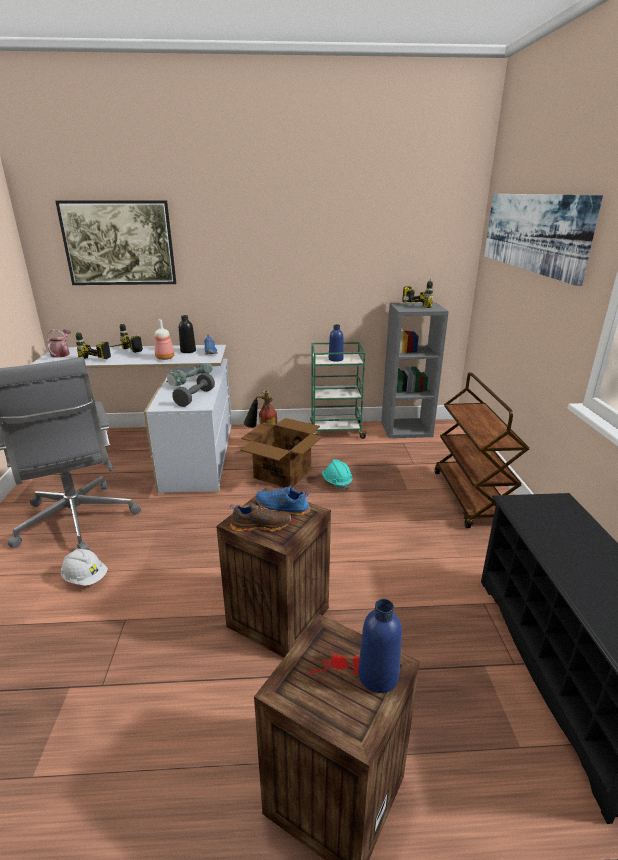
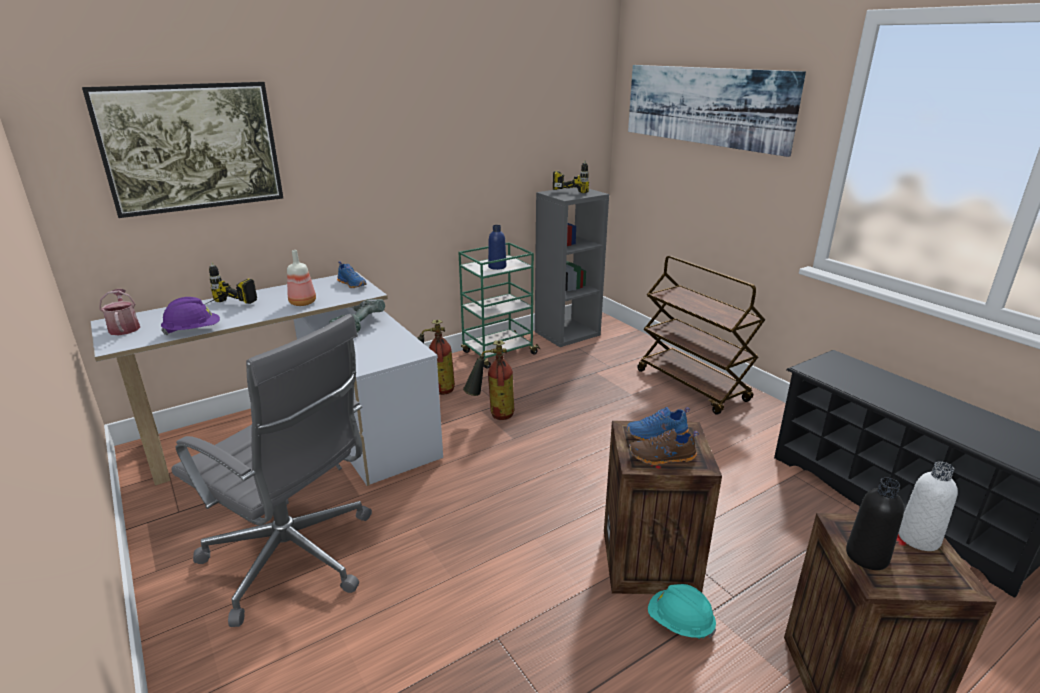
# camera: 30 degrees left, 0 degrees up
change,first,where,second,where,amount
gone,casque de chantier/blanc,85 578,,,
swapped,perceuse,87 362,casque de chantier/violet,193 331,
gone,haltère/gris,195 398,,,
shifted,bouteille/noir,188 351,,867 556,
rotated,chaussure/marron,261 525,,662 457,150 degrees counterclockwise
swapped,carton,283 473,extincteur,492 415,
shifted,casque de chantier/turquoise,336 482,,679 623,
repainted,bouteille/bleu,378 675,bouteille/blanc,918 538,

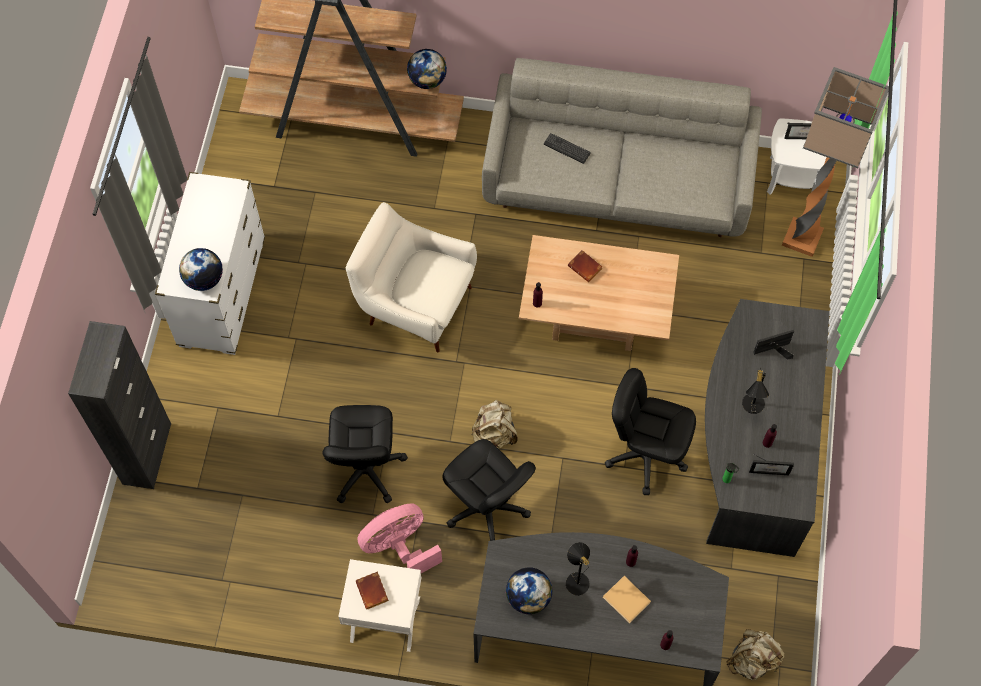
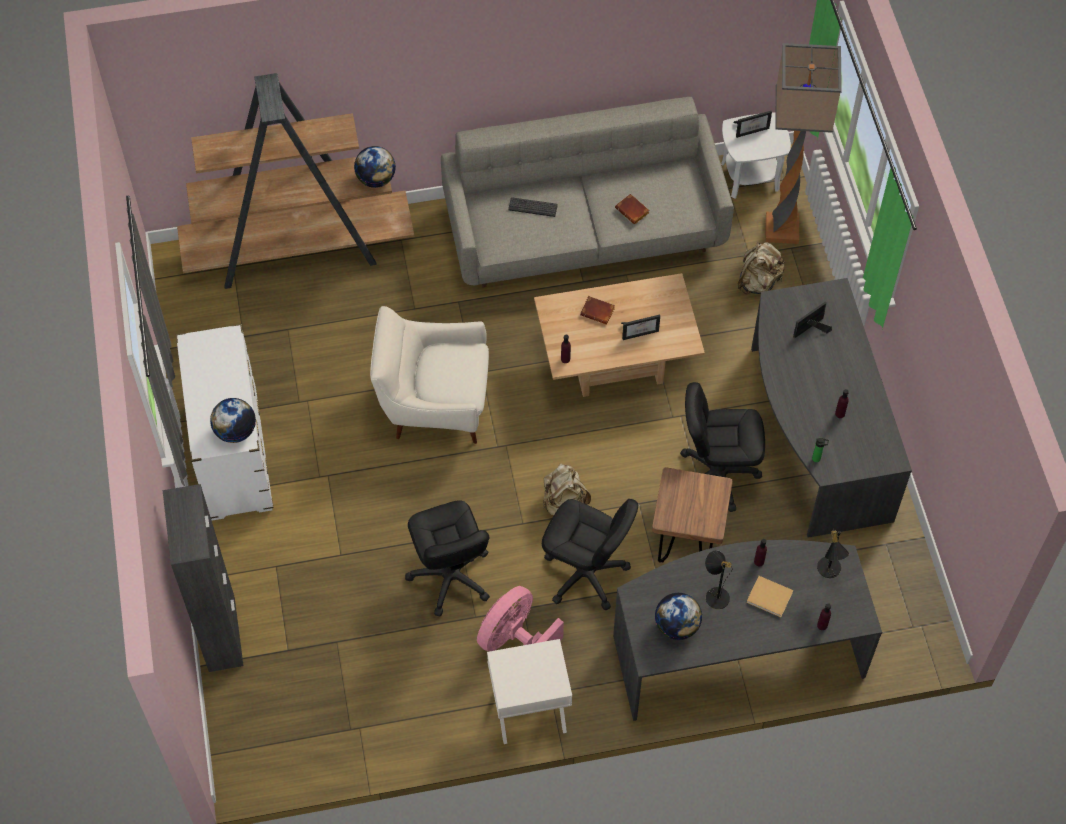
# camera: 20 degrees left, 5 degrees down
change,first,where,second,where,amount
shifted,livre/marron,373 592,,633 211,
shifted,sac à dos/beige,752 660,,758 282,
shifted,lampe de table/noir,751 407,,829 572,
shifted,cadre photo,769 469,,640 331,
new,,,tabouret/marron,686 546,

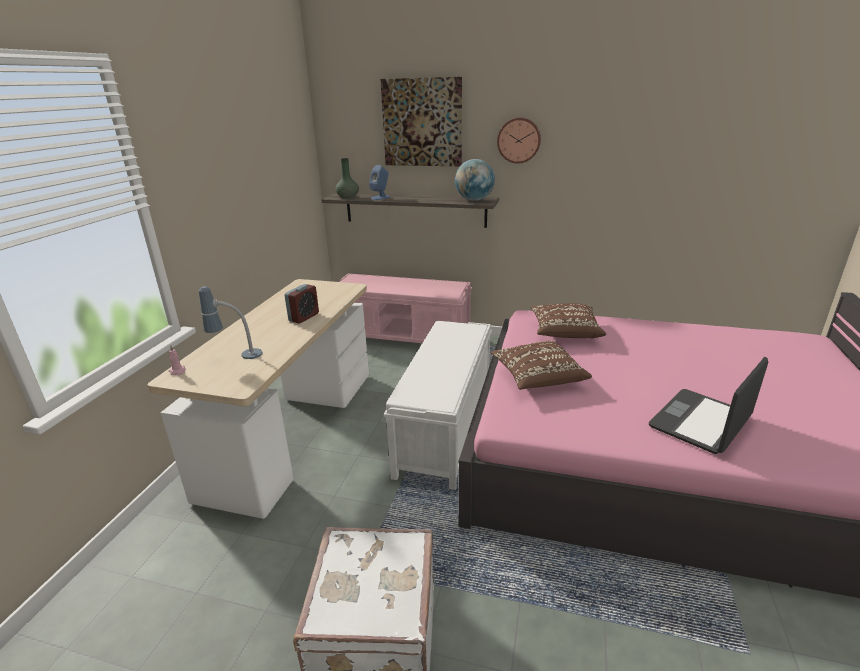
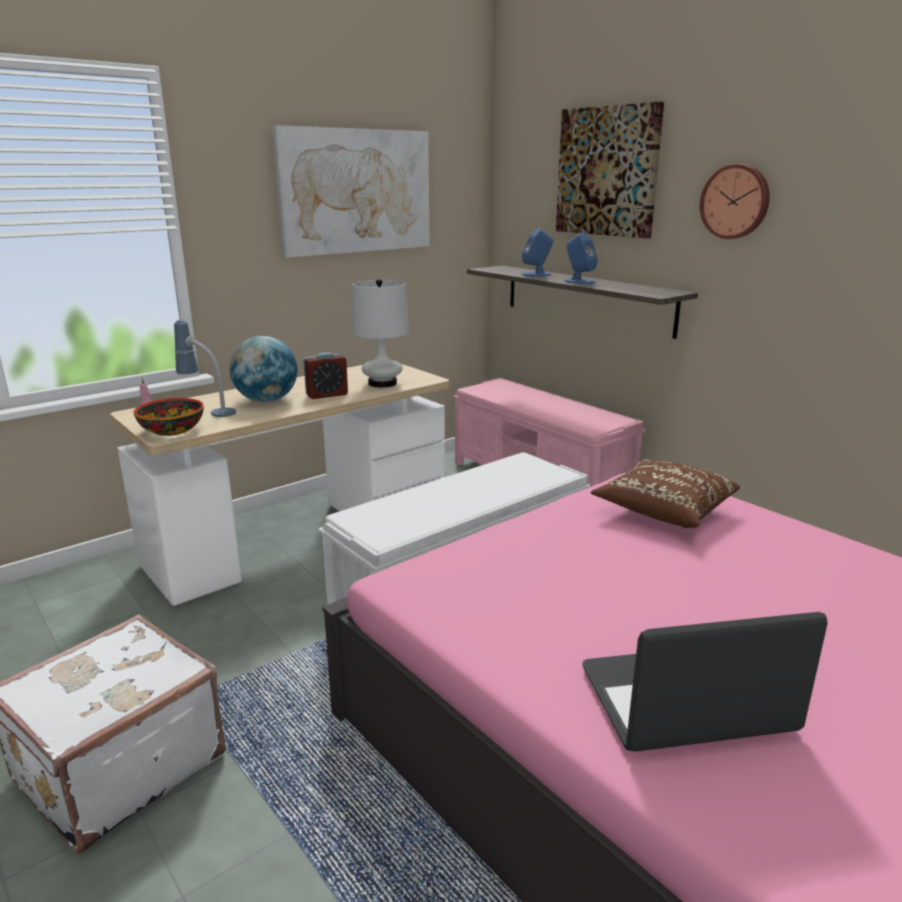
# camera: 35 degrees right, 5 degrees down
change,first,where,second,where,amount
gone,vase/vert,348 197,,,
shifted,globe,474 200,,266 400,
gone,coussin/marron,537 377,,,
new,,,bol,173 430,
new,,,tableau,356 191,
new,,,lampe de table/blanc,382 383,
new,,,enceinte/bleu,579 282,

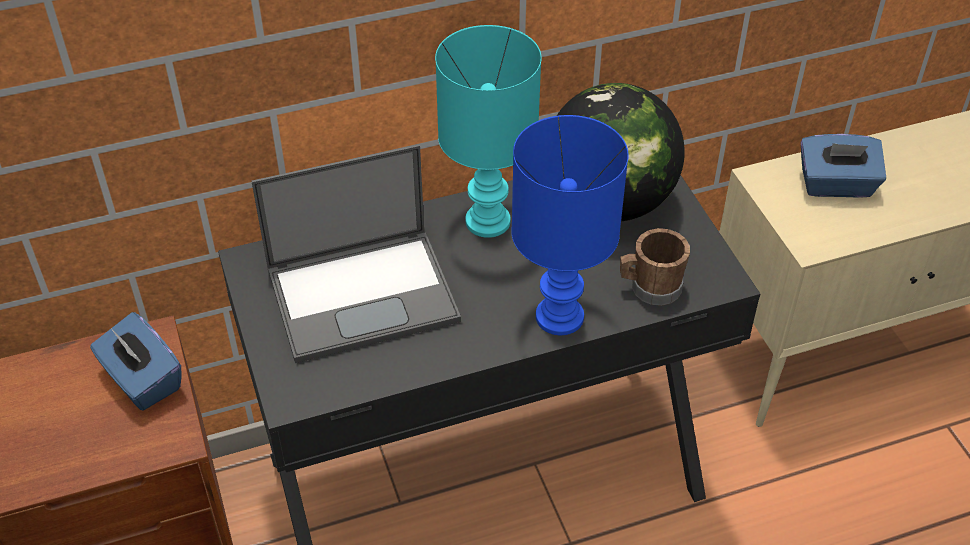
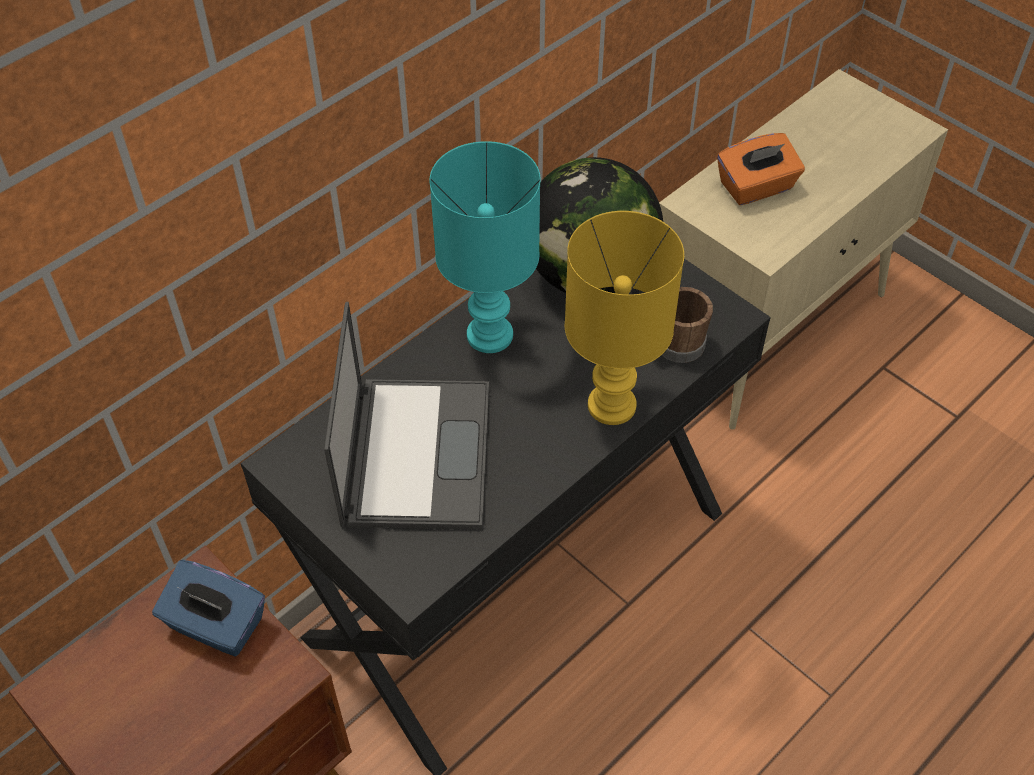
# camera: 25 degrees left, 5 degrees up
change,first,where,second,where,amount
rotated,ordinateur portable,364 293,,416 451,45 degrees counterclockwise
repainted,lampe de table/bleu,559 318,lampe de table/jaune,612 407,
repainted,boîte à mouchoirs/bleu,836 185,boîte à mouchoirs/orange,756 187,

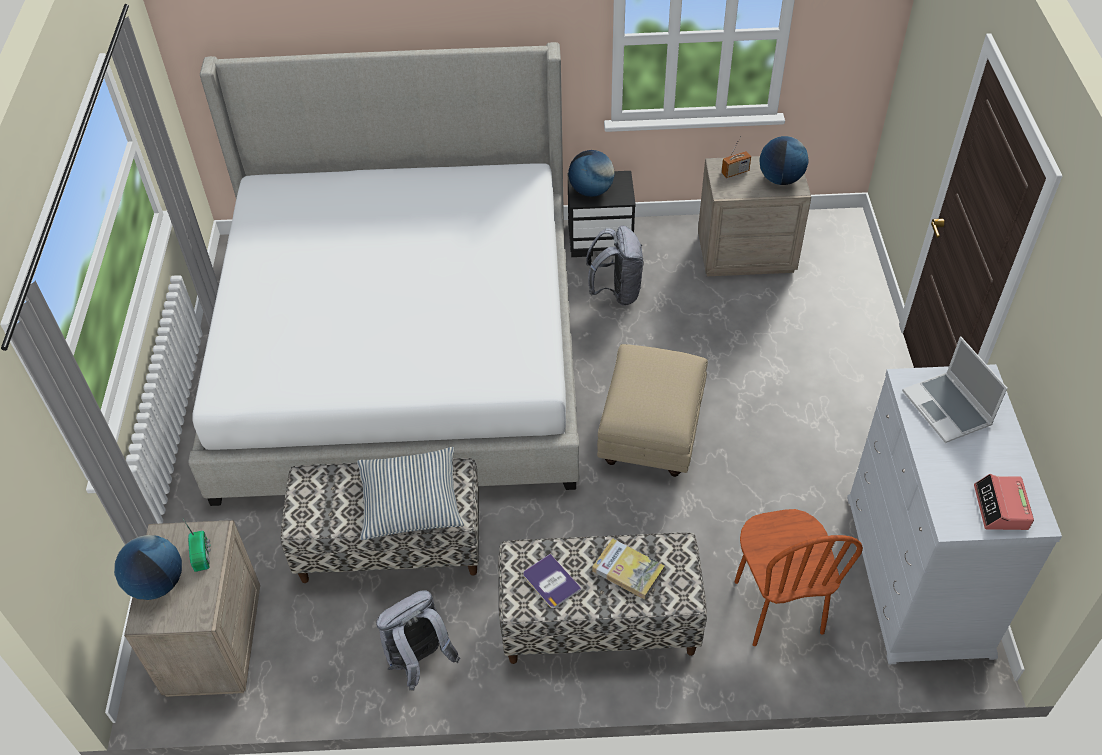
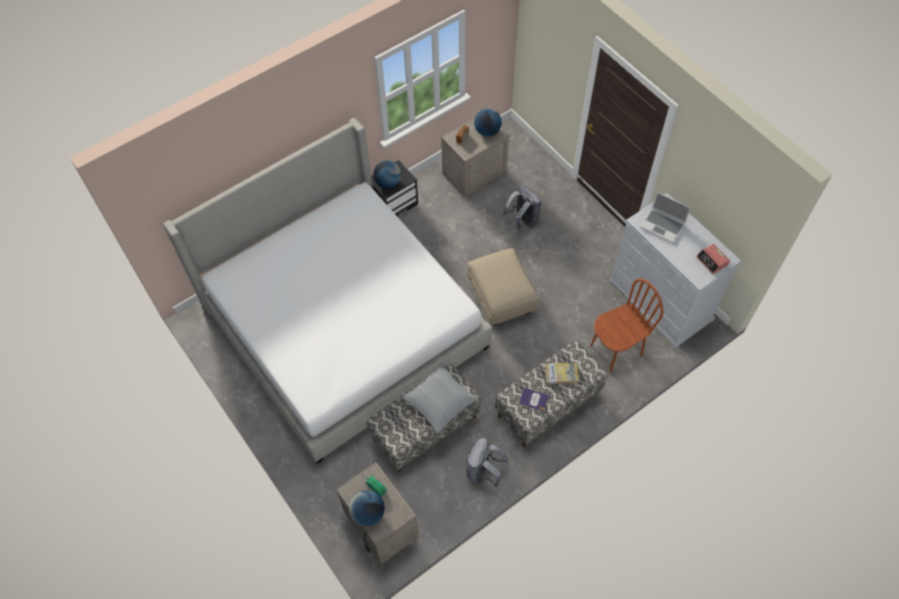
# camera: 35 degrees left, 10 degrees up
change,first,where,second,where,amount
shifted,sac à dos/gris,616 292,,522 221,
rotated,chaise/marron,777 607,,615 350,75 degrees counterclockwise

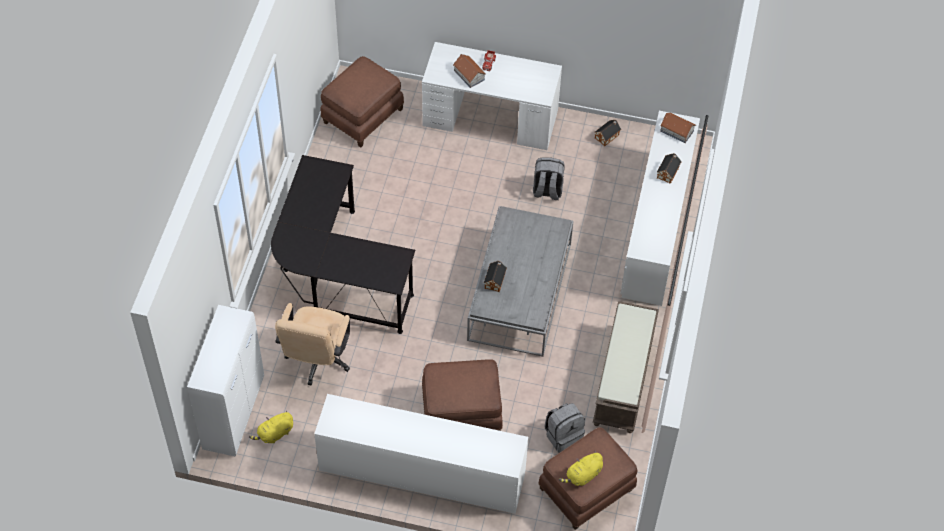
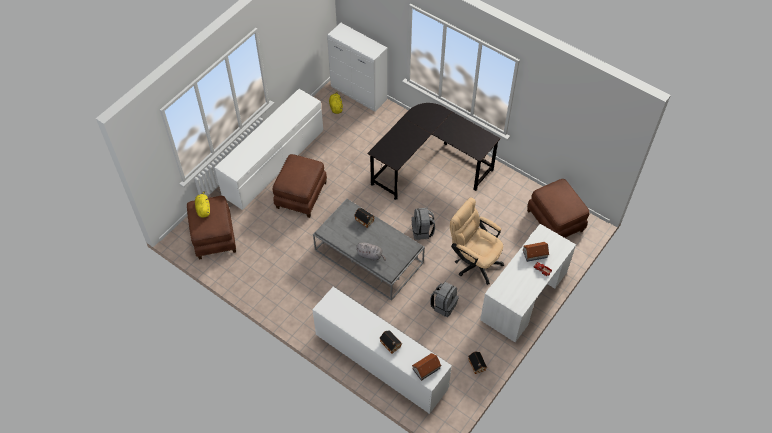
# camera: 115 degrees right, 0 degrees up
change,first,where,second,where,amount
shifted,chaise de bureau/beige,317 361,,474 261,
shifted,sac à dos/gris,563 435,,422 231,
gone,banc/marron,624 380,,,
new,,,peluche/gris,370 255,

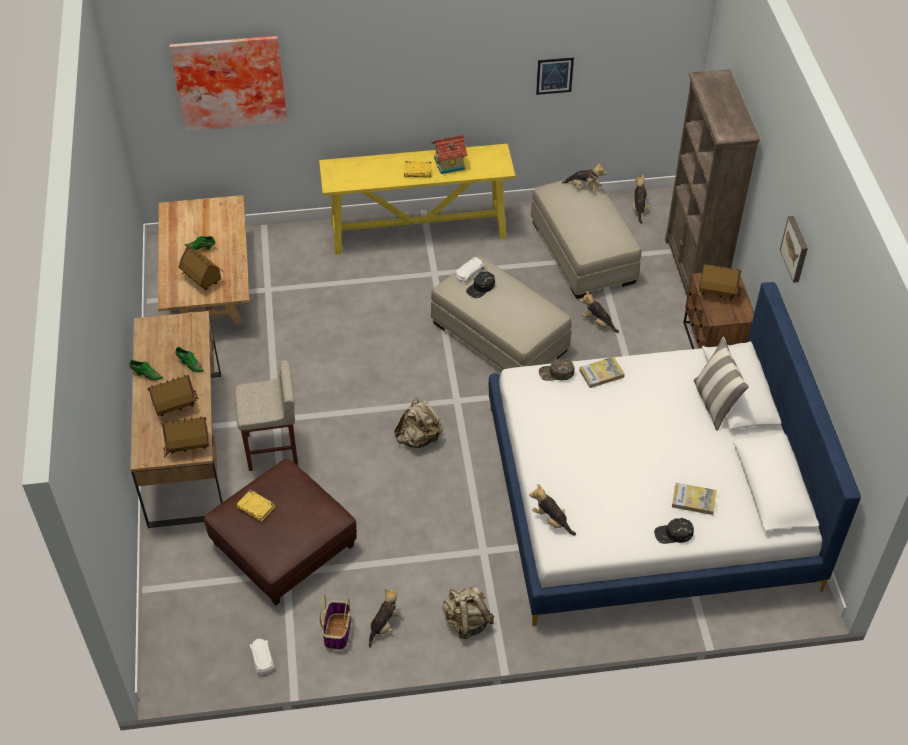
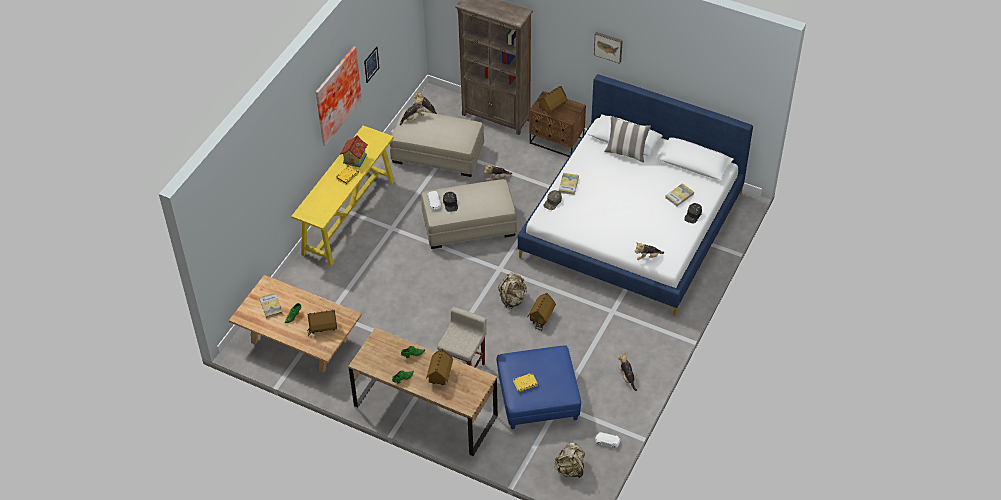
# camera: 55 degrees left, 0 degrees up
change,first,where,second,where,amount
shifted,maison miniature,188 445,,541 317,
shifted,tableau,230 81,,335 95,
repainted,pouf/marron,284 545,pouf/bleu,538 396,
gone,panier,337 631,,,
shifted,sac à dos/beige,467 622,,570 469,
new,,,livre,271 306,

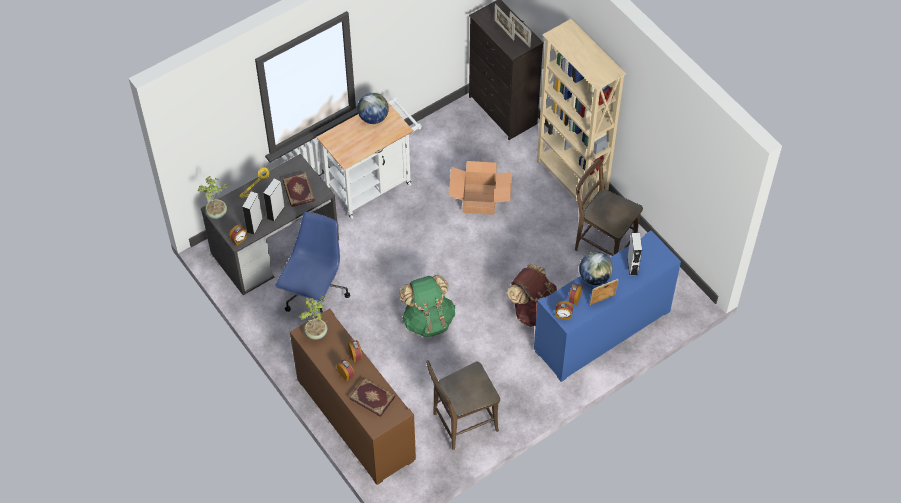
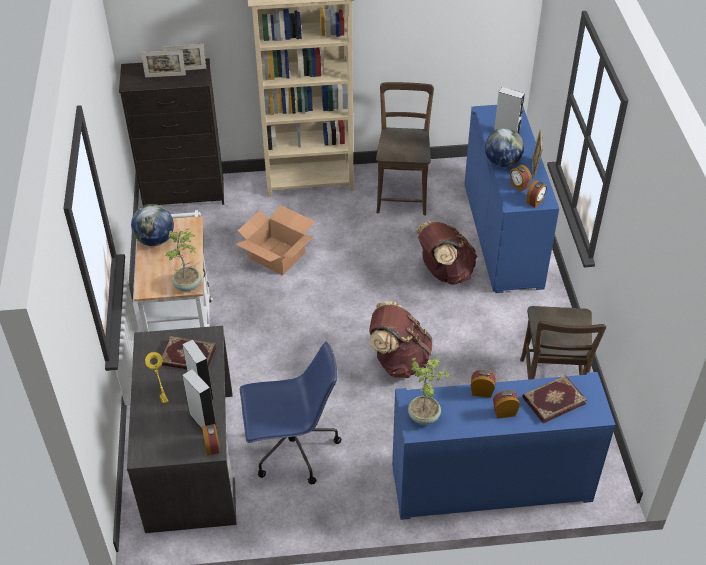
# camera: 60 degrees left, 10 degrees down
change,first,where,second,where,amount
shifted,plante en pot,217 213,,188 285,
rotated,chaise de bureau/bleu,315 295,,292 449,120 degrees clockwise
repainted,meuble de rangement/marron,355 419,meuble de rangement/bleu,491 484,
repainted,sac à dos/vert,428 320,sac à dos/marron,399 360,
rotated,chaise/marron,602 244,,402 193,120 degrees clockwise

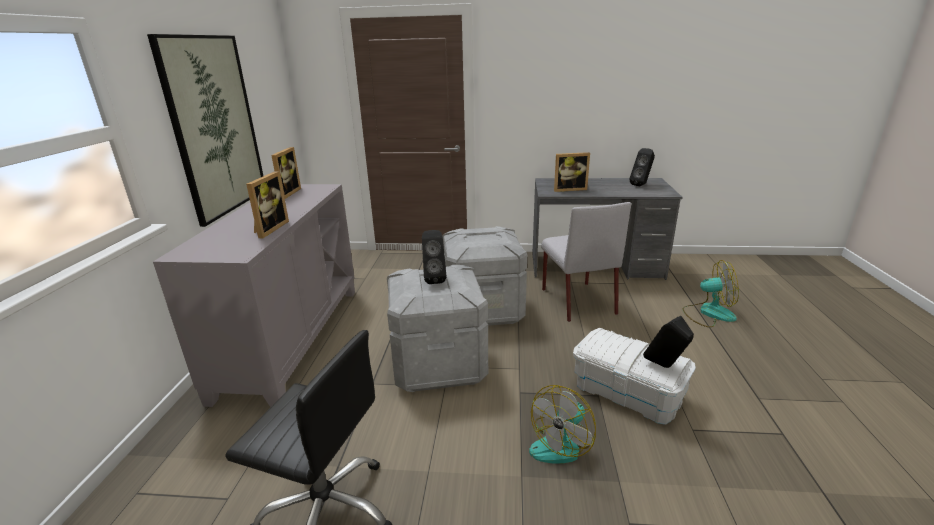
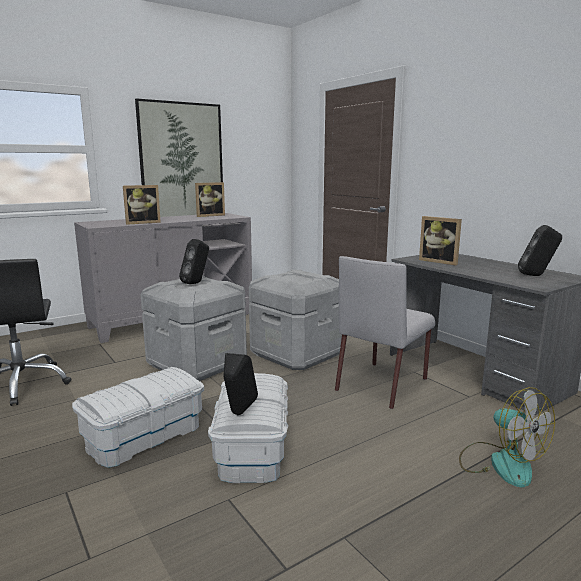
# camera: 50 degrees right, 10 degrees down
change,first,where,second,where,amount
swapped,ventilateur,562 444,boîte de rangement/blanc,144 436,

